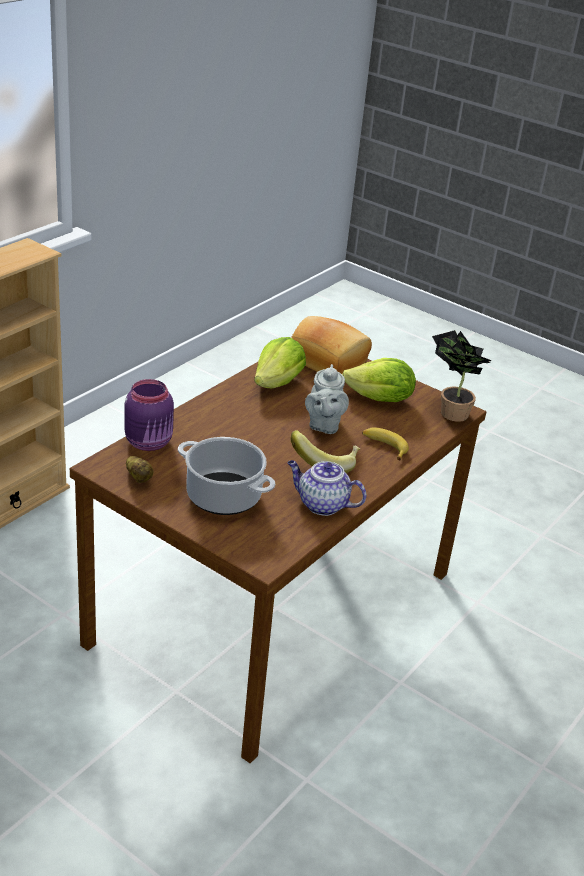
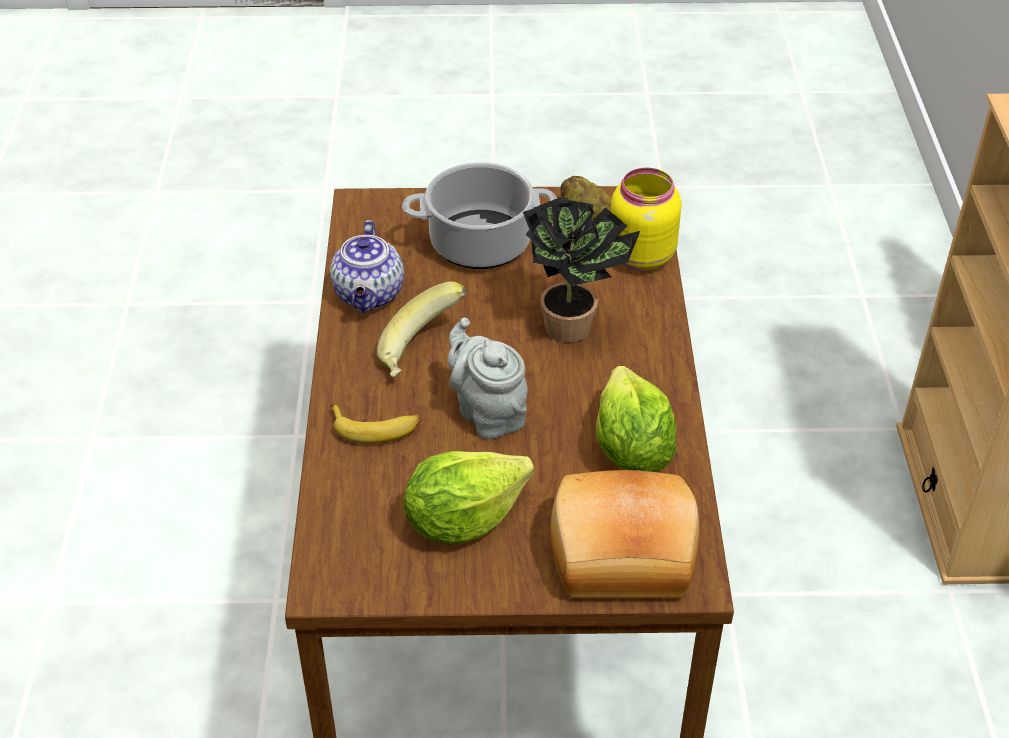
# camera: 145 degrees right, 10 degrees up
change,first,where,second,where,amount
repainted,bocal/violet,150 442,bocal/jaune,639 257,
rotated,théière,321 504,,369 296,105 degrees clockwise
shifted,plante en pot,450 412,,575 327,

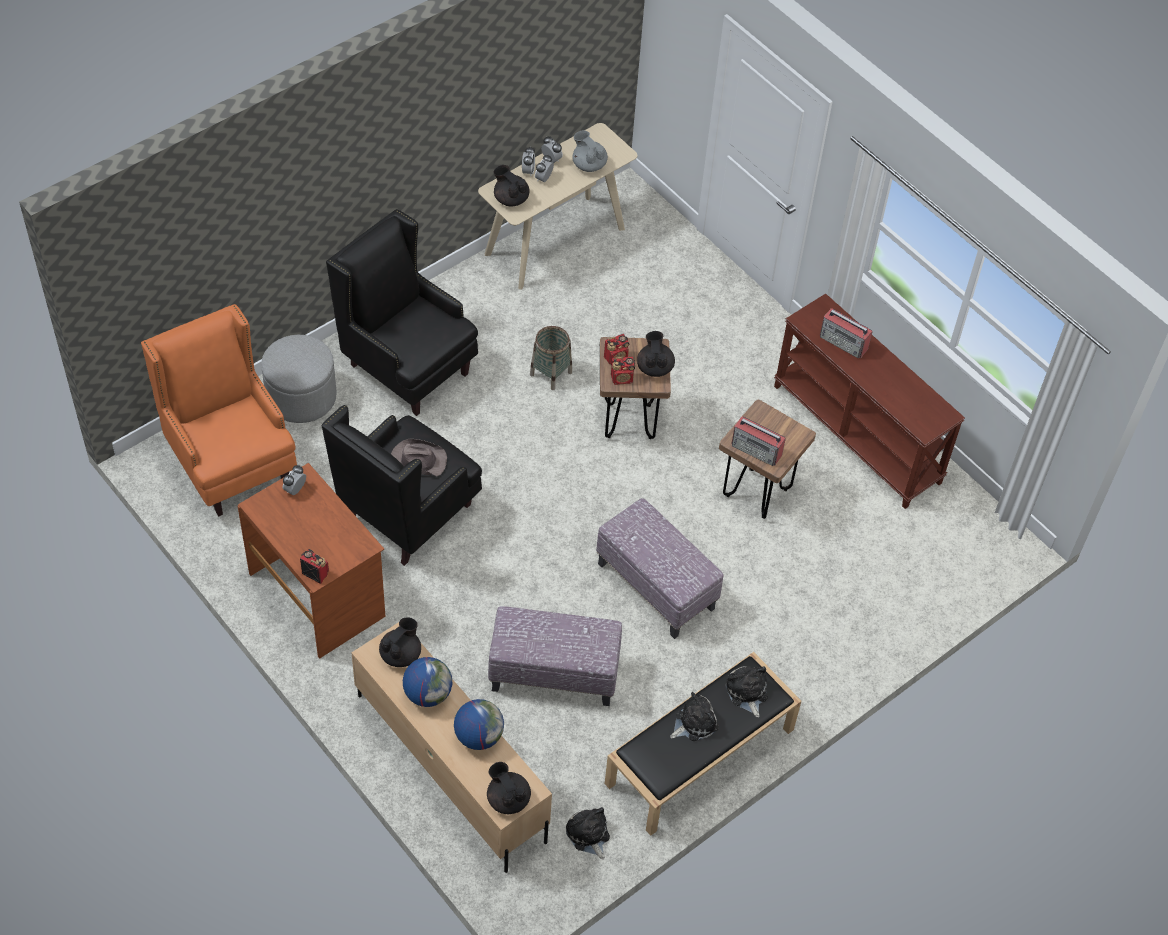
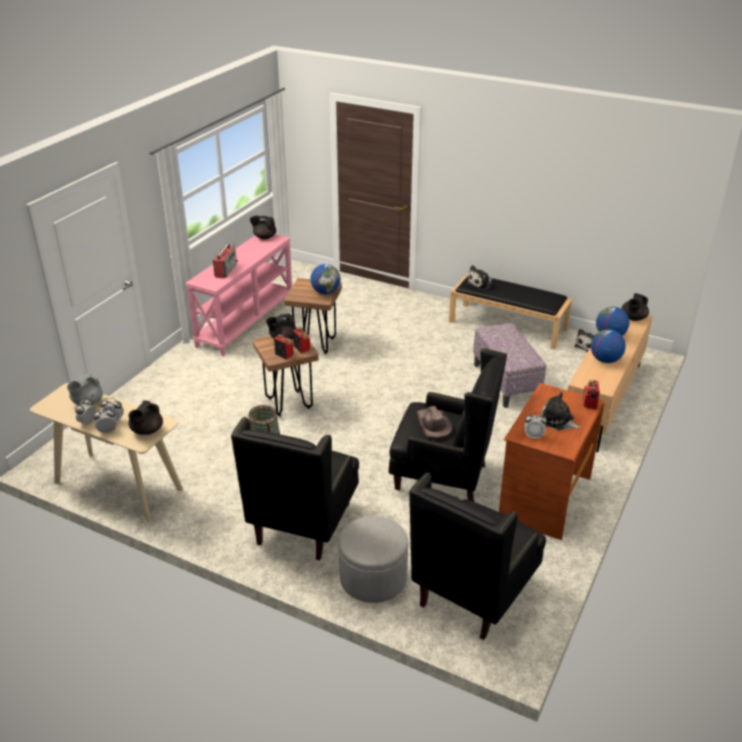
# camera: 110 degrees left, 20 degrees down
change,first,where,second,where,amount
repainted,fauteuil/orange,231 465,fauteuil/noir,473 594,
shifted,théière/noir,401 654,,264 237,
gone,pouf,657 586,,,
shifted,peluche,694 723,,558 421,
swapped,radio,757 450,globe,326 292,
repainted,table console/marron,858 434,table console/rose,245 321,

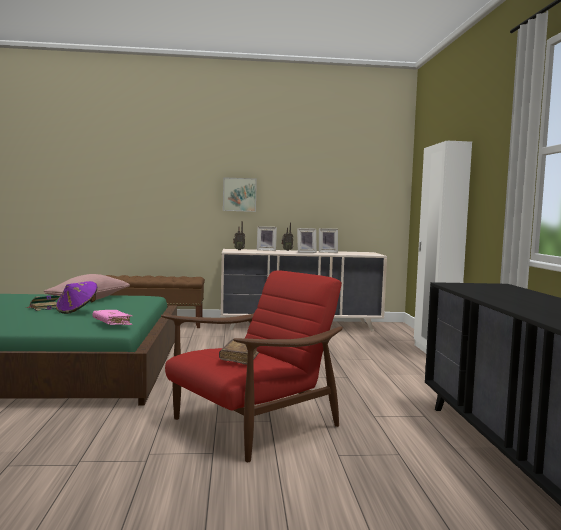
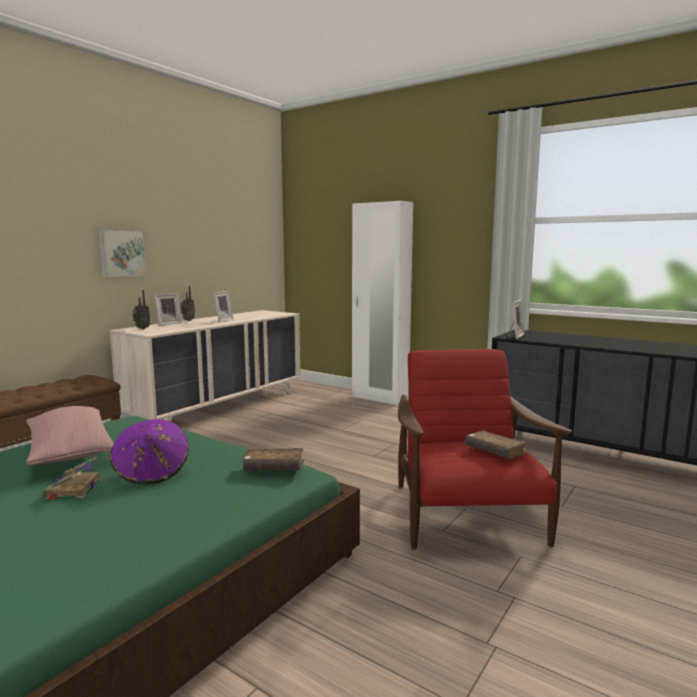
# camera: 50 degrees left, 5 degrees up
change,first,where,second,where,amount
repainted,livre/rose,112 323,livre/marron,273 468,
shifted,cadre photo,327 252,,514 336,

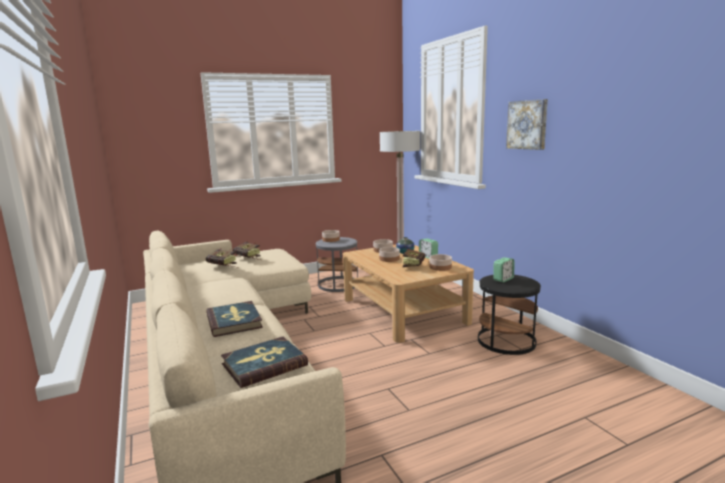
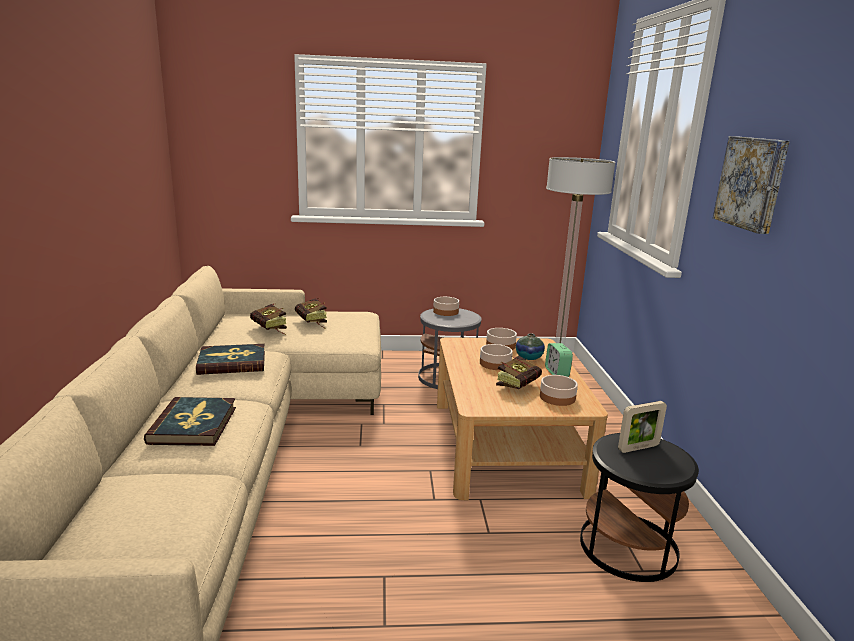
# camera: 20 degrees right, 5 degrees up
change,first,where,second,where,amount
shifted,livre,264 364,,232 362,
swapped,réveil,503 279,cadre photo,638 448,

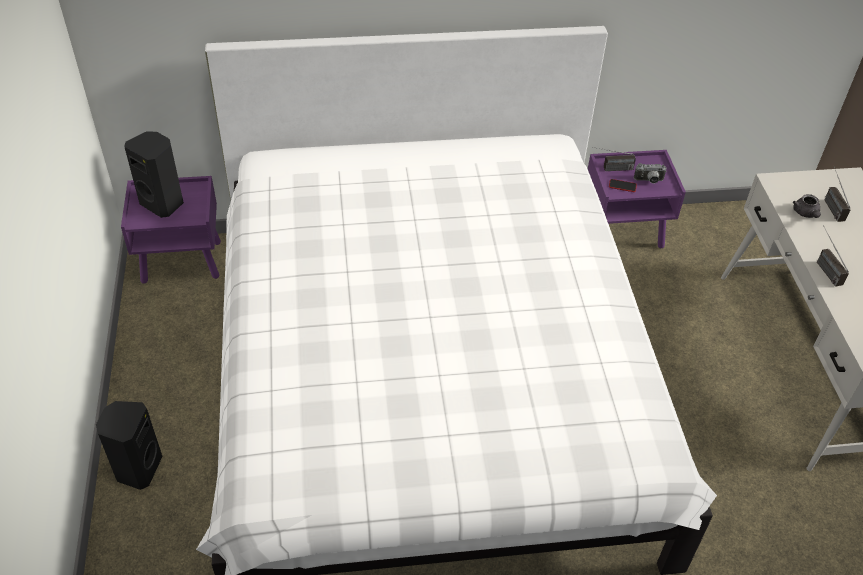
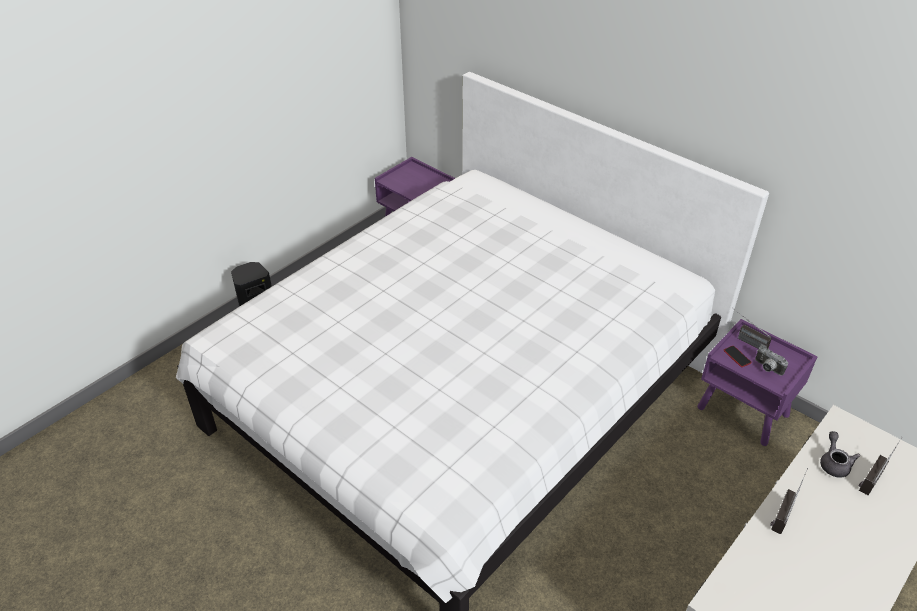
# camera: 50 degrees right, 5 degrees down
change,first,where,second,where,amount
gone,enceinte/noir,163 203,,,
rotated,théière/gris,806 214,,834 463,135 degrees clockwise

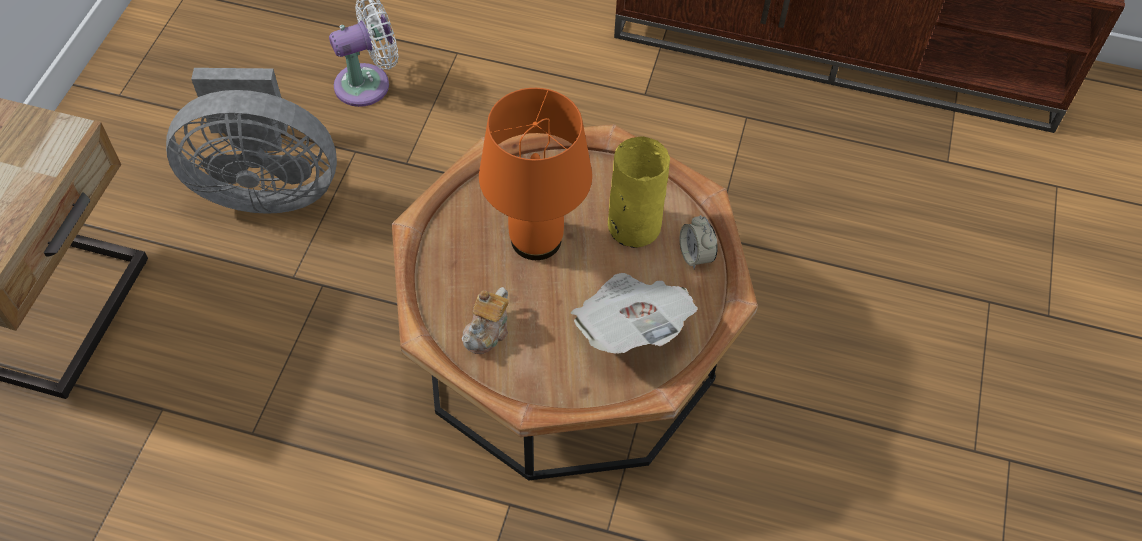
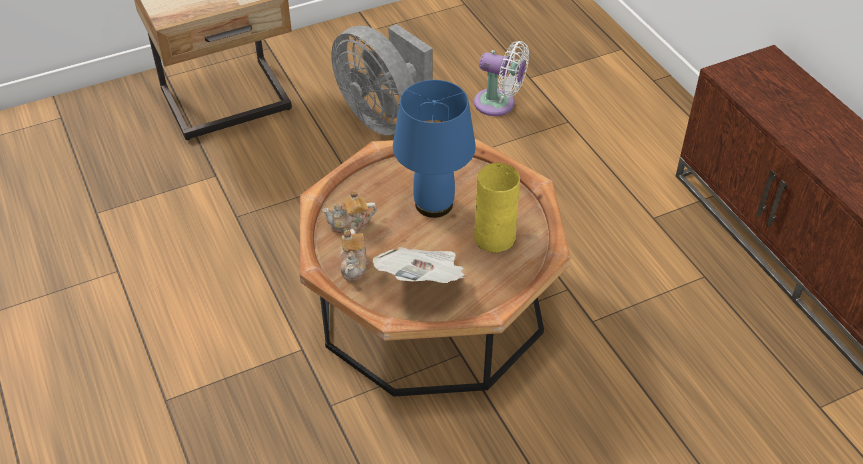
# camera: 50 degrees right, 10 degrees down
change,first,where,second,where,amount
repainted,lampe de table/orange,535 240,lampe de table/bleu,433 204,
gone,réveil,696 255,,,
new,,,théière,354 265,

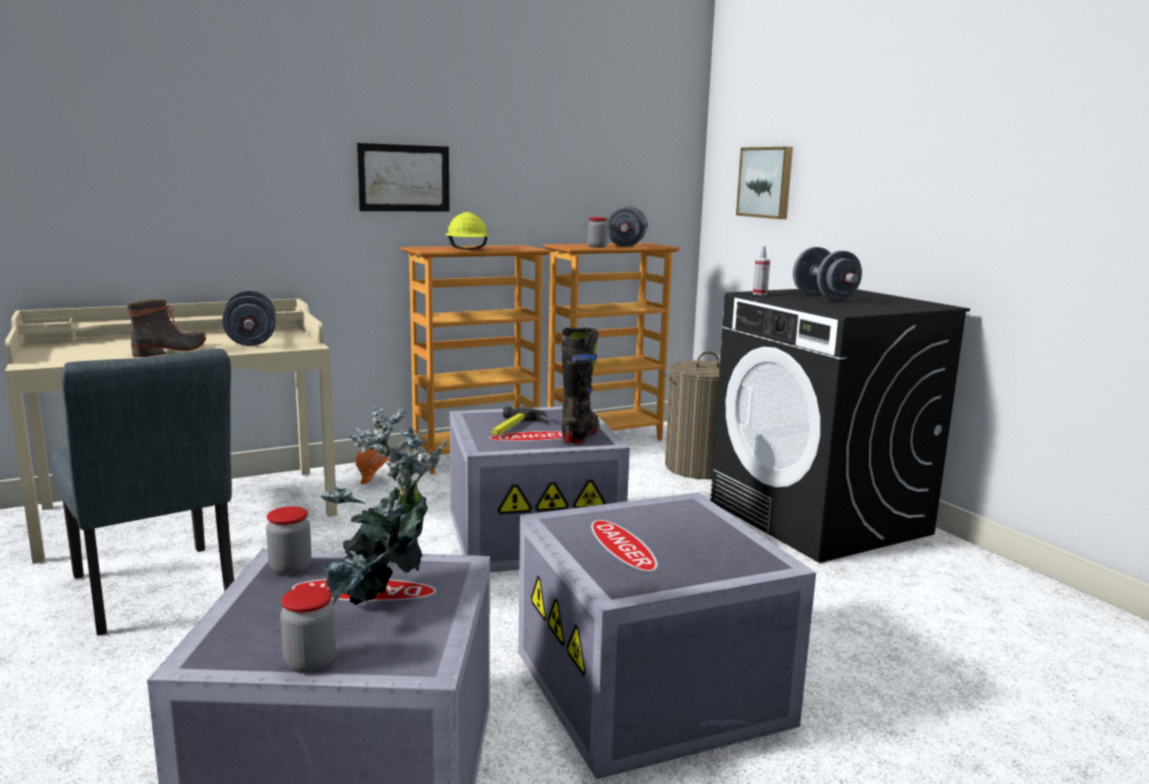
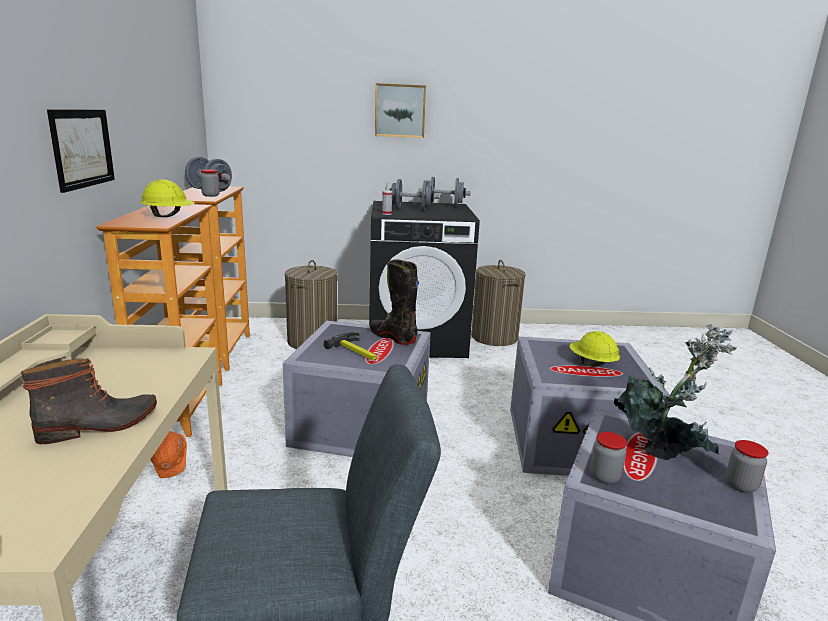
# camera: 65 degrees left, 5 degrees up
change,first,where,second,where,amount
rotated,botte,171 350,,99 425,90 degrees clockwise
shifted,haltère/gris,251 341,,443 205,
shifted,tableau,766 182,,400 111,
new,,,panier à linge,494 337,
new,,,casque de chantier/jaune,592 364,

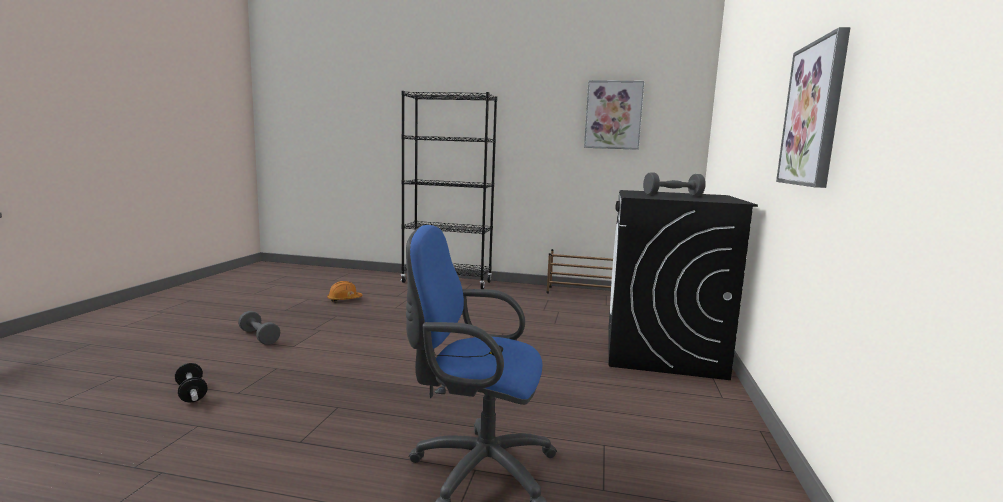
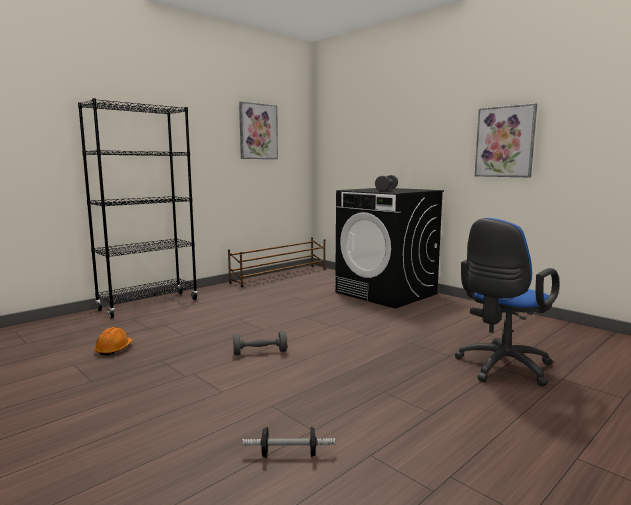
# camera: 55 degrees left, 0 degrees up
change,first,where,second,where,amount
shifted,haltère/gris,259 337,,260 352,

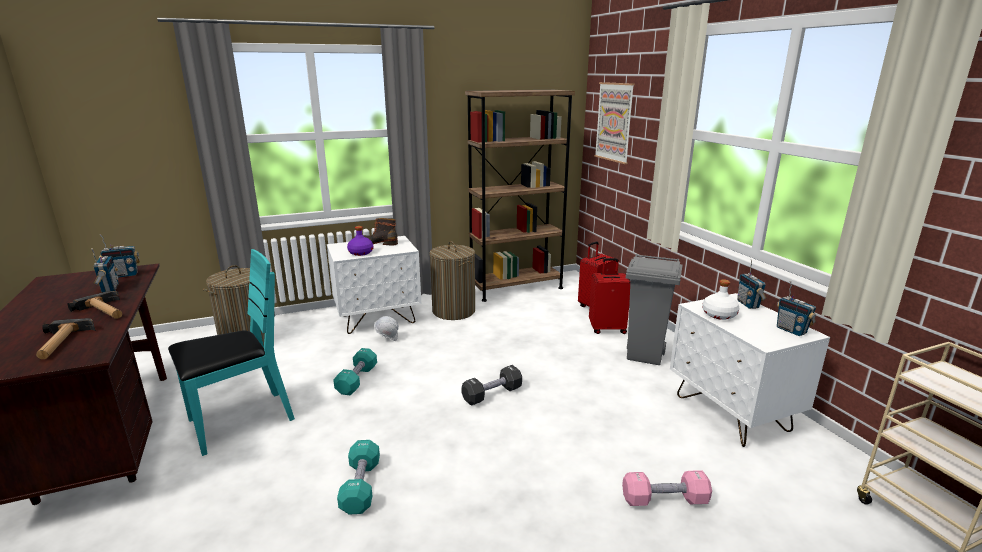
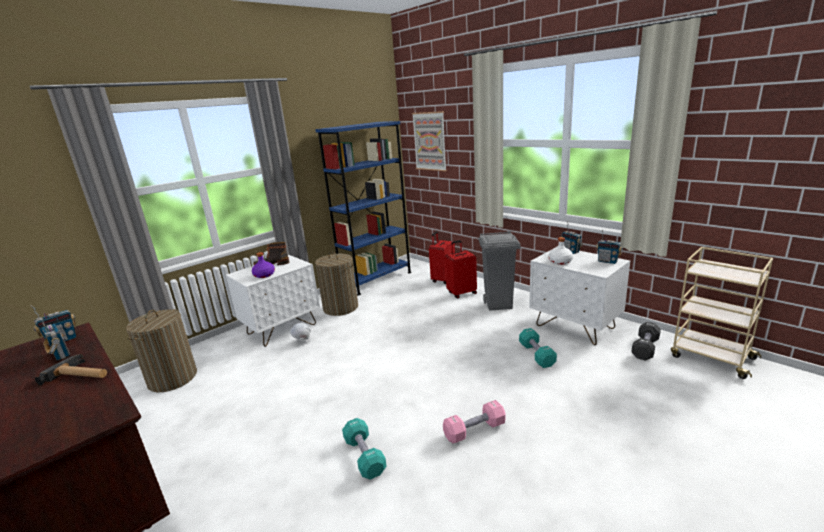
# camera: 20 degrees left, 0 degrees up
change,first,where,second,where,amount
gone,marteau,60 343,,,
gone,chaise/turquoise,240 421,,,
shifted,haltère/turquoise,357 380,,536 355,
shifted,haltère/noir,492 394,,645 348,
repainted,bibliothèque/marron,516 288,bibliothèque/bleu,376 279,
shifted,haltère/rose,664 500,,474 430,

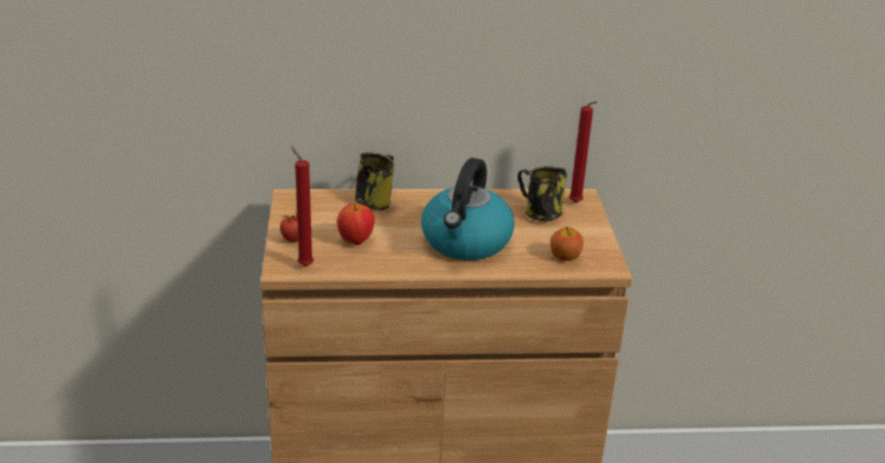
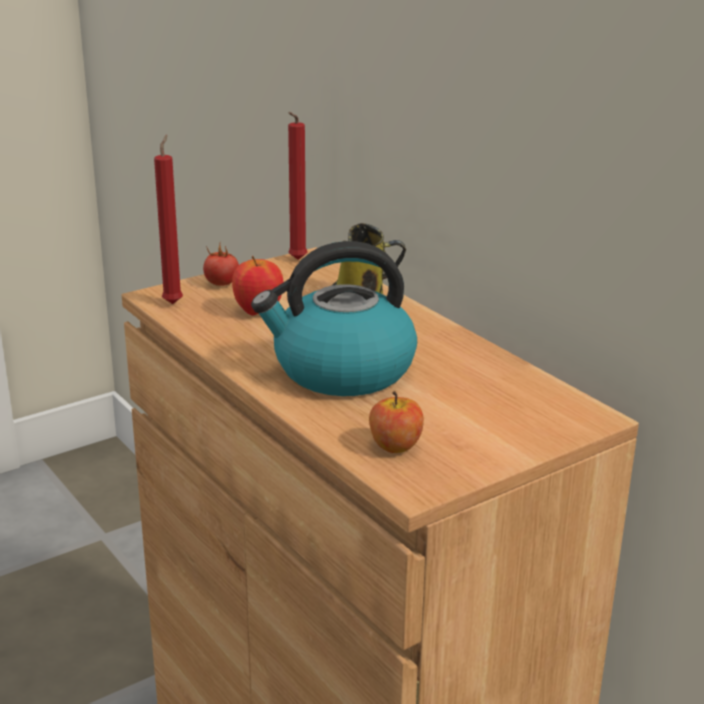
# camera: 60 degrees right, 5 degrees down
change,first,where,second,where,amount
gone,mug,540 215,,,
shifted,bougie/rouge,576 204,,296 261,

